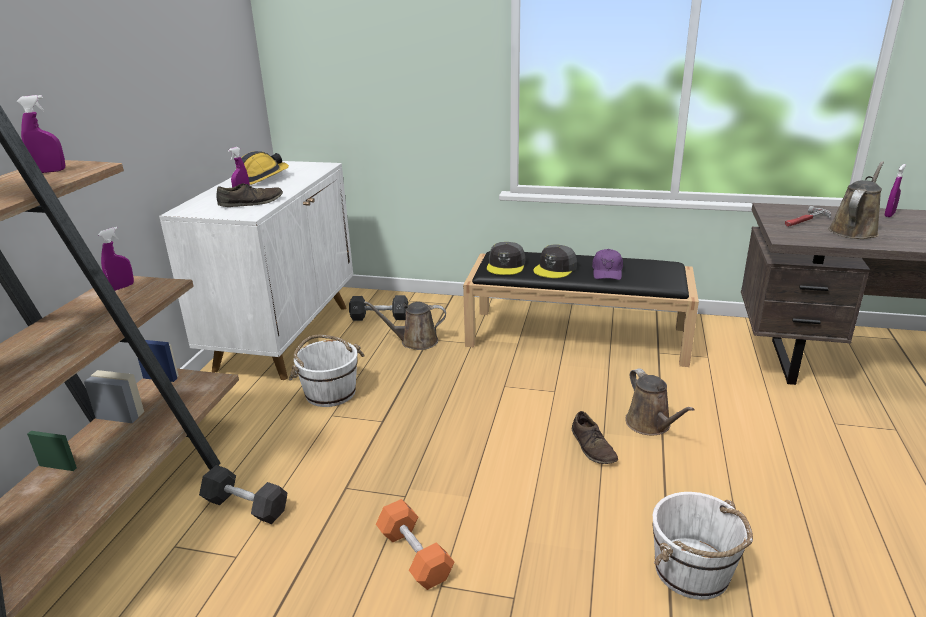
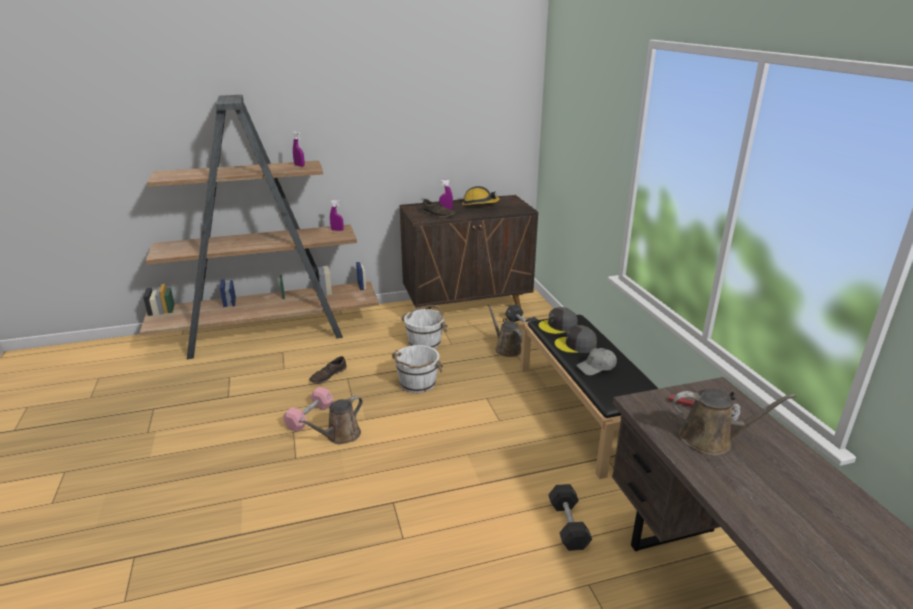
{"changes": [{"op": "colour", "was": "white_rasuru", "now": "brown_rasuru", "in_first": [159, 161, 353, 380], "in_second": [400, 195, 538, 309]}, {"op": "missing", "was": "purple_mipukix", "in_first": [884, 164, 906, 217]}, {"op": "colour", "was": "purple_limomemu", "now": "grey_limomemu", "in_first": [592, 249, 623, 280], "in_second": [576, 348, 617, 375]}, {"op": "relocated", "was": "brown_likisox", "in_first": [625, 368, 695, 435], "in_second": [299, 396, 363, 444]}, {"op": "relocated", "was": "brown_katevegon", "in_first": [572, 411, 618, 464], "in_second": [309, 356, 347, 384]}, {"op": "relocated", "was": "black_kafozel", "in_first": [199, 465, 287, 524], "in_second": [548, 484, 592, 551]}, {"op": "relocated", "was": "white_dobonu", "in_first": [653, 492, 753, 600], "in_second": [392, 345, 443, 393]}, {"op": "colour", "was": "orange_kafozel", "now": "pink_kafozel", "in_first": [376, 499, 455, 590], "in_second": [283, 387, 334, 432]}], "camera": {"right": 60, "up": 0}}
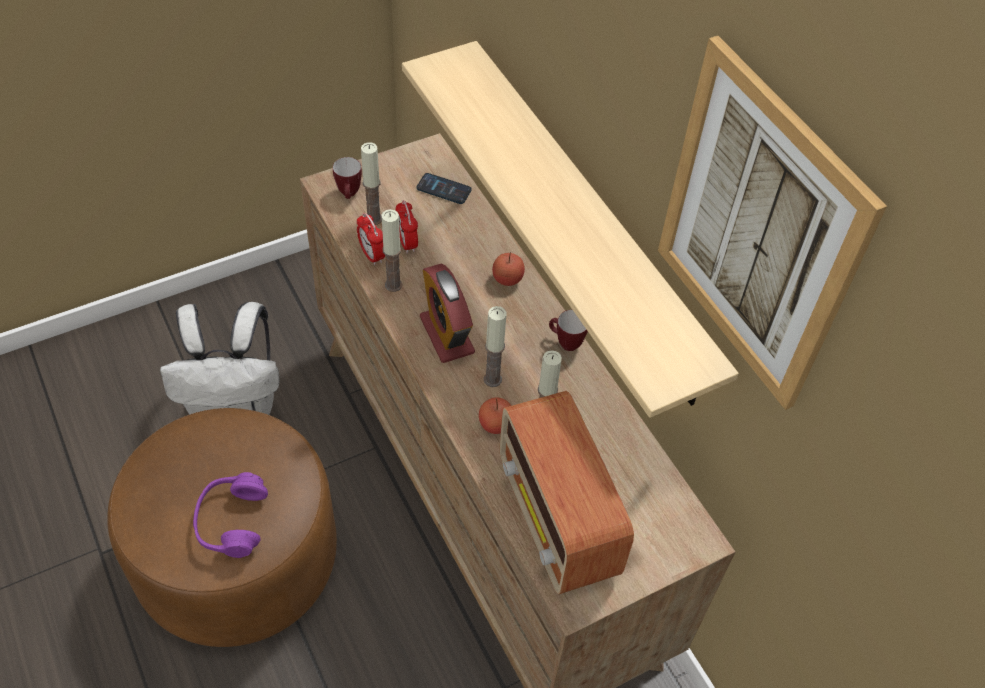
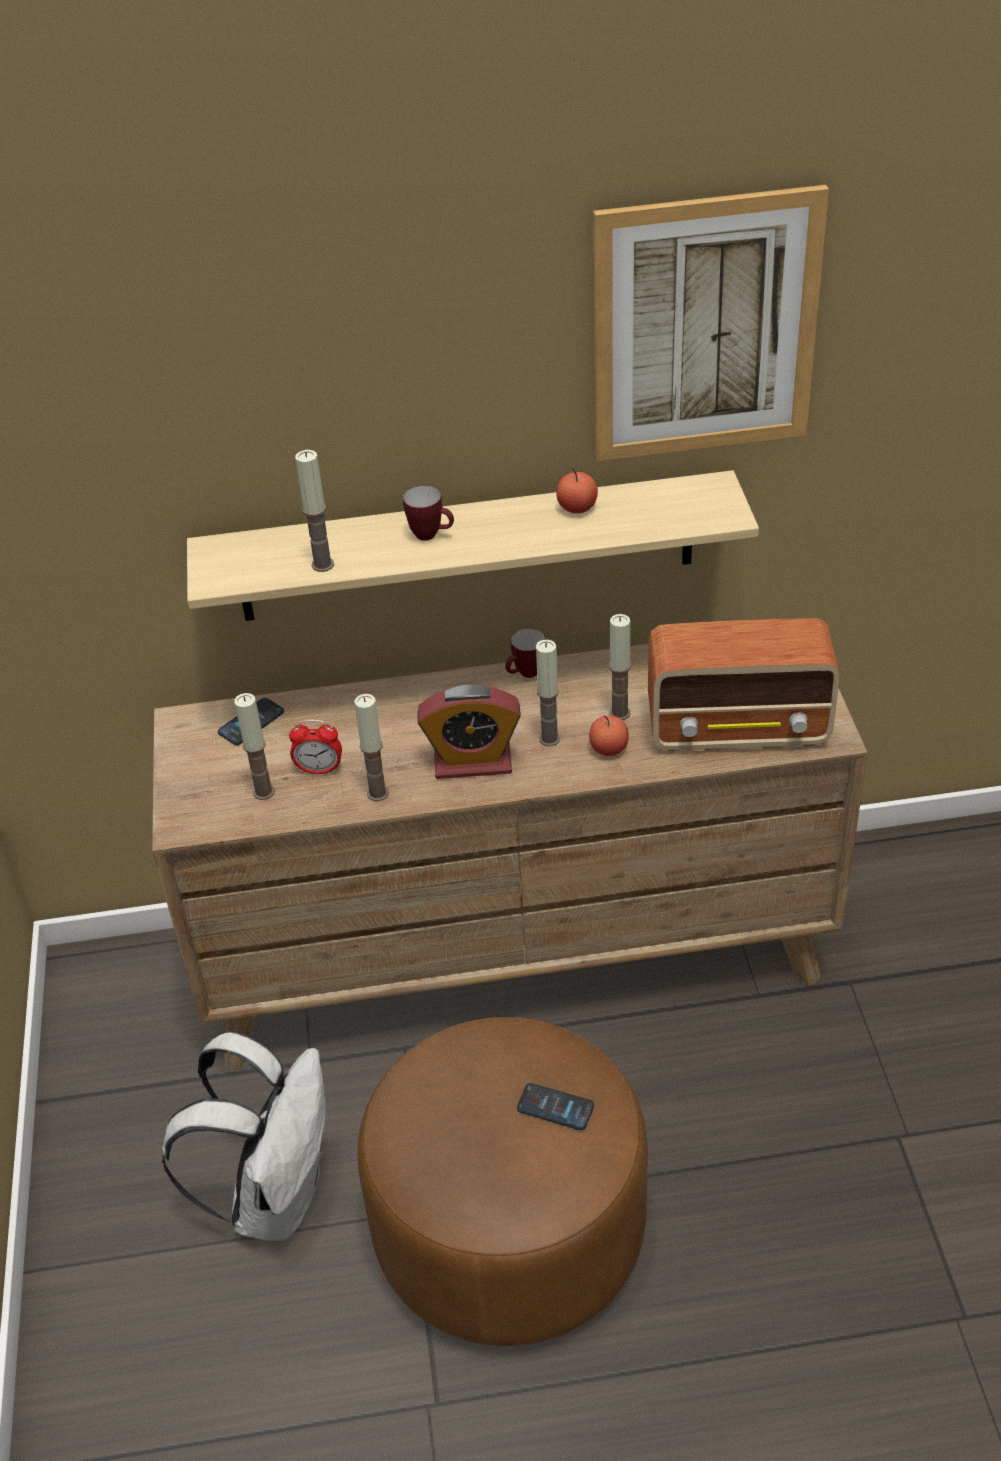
{"changes": [{"op": "relocated", "was": "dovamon", "in_first": [333, 157, 362, 199], "in_second": [403, 486, 454, 541]}, {"op": "missing", "was": "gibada", "in_first": [357, 213, 385, 266]}, {"op": "relocated", "was": "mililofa", "in_first": [492, 252, 525, 286], "in_second": [556, 468, 598, 514]}, {"op": "exchanged", "was": "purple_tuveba", "now": "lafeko", "in_first": [193, 472, 268, 558], "in_second": [517, 1083, 594, 1130]}, {"op": "appeared", "now": "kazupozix", "in_second": [295, 450, 334, 572]}], "camera": {"right": -65, "up": -10}}
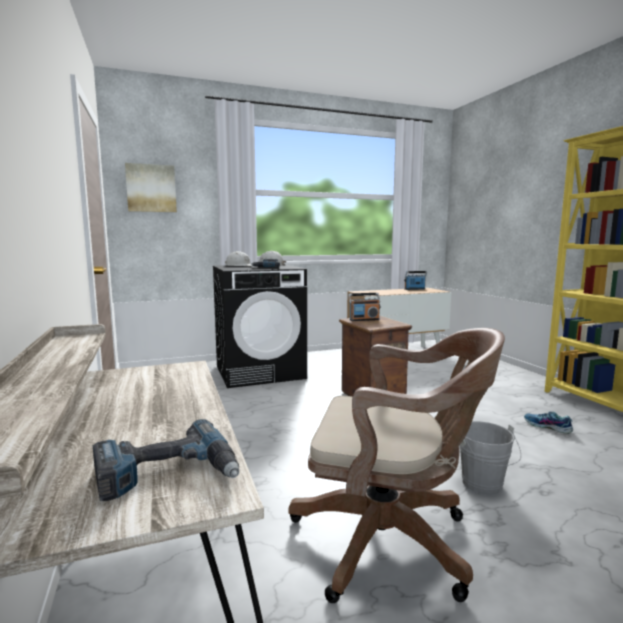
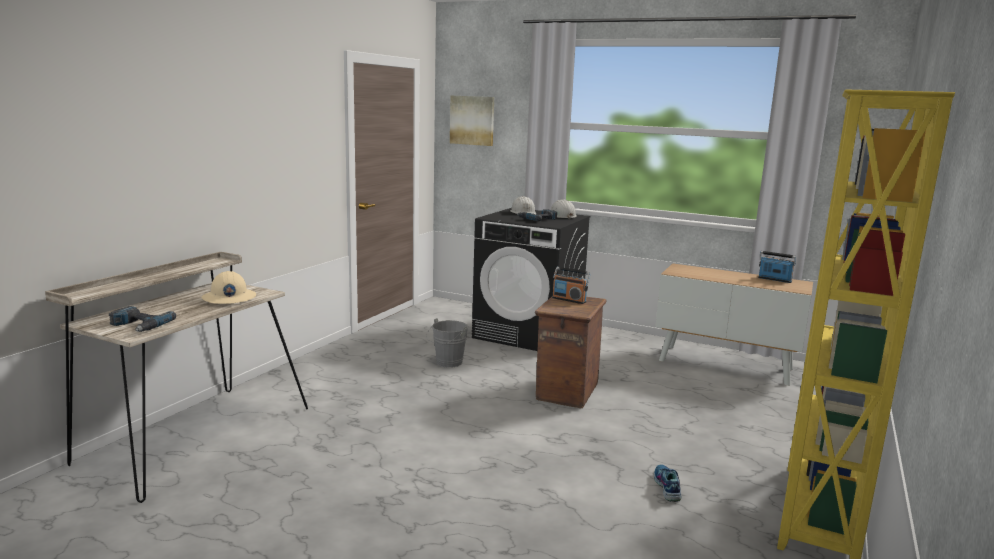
{"changes": [{"op": "missing", "was": "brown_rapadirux", "in_first": [288, 328, 505, 603]}, {"op": "relocated", "was": "grey_dobonu", "in_first": [459, 421, 521, 495], "in_second": [426, 318, 468, 368]}, {"op": "appeared", "now": "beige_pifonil", "in_second": [201, 271, 256, 304]}], "camera": {"right": 45, "up": 5}}
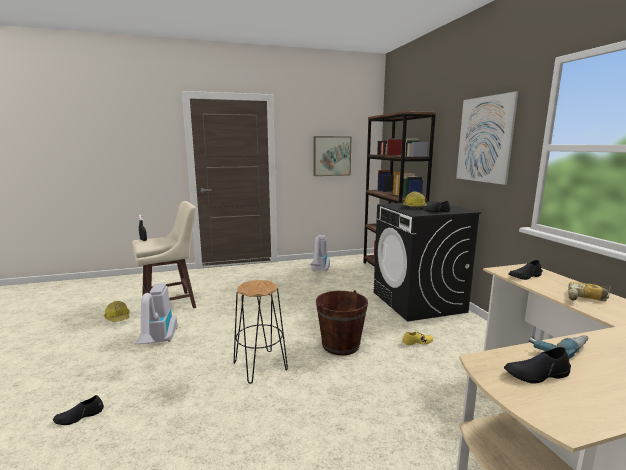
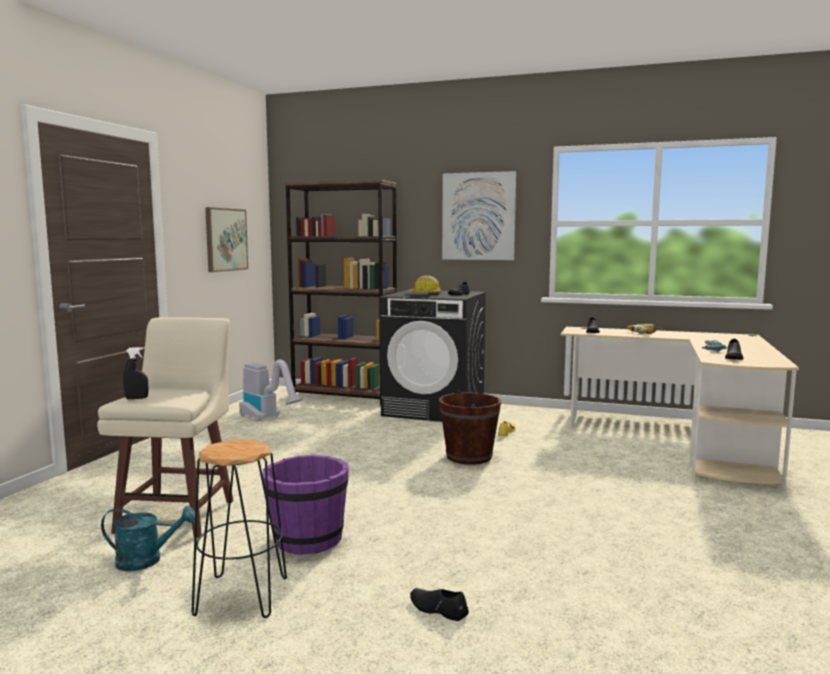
{"changes": [{"op": "relocated", "was": "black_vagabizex", "in_first": [233, 280, 288, 384], "in_second": [192, 439, 287, 618]}, {"op": "exchanged", "was": "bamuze", "now": "purple_dobonu", "in_first": [134, 283, 177, 344], "in_second": [262, 455, 349, 555]}, {"op": "exchanged", "was": "pifonil", "now": "turquoise_likisox", "in_first": [104, 301, 130, 322], "in_second": [101, 506, 195, 571]}, {"op": "spun", "was": "black_katevegon", "in_first": [53, 395, 104, 425], "in_second": [410, 588, 469, 621], "clockwise": 120}], "camera": {"right": -55, "up": -5}}
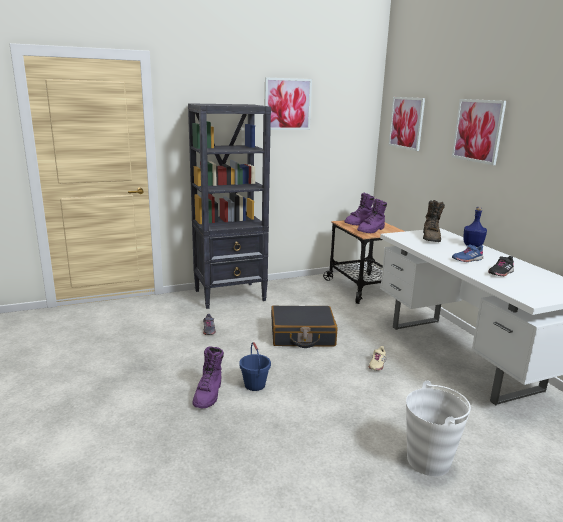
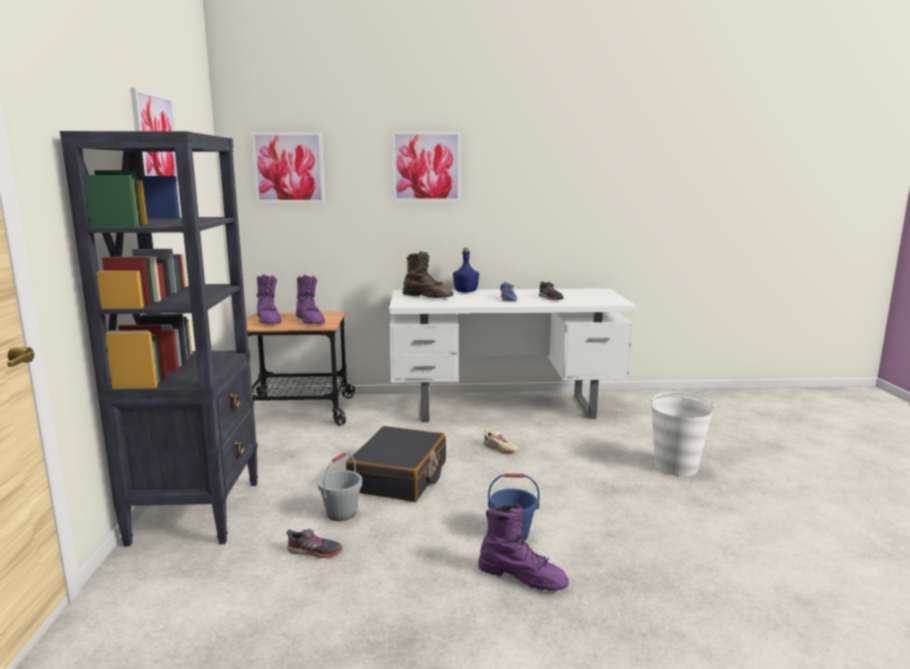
{"changes": [{"op": "appeared", "now": "grey_dobonu", "in_second": [318, 452, 362, 521]}], "camera": {"right": -70, "up": -5}}
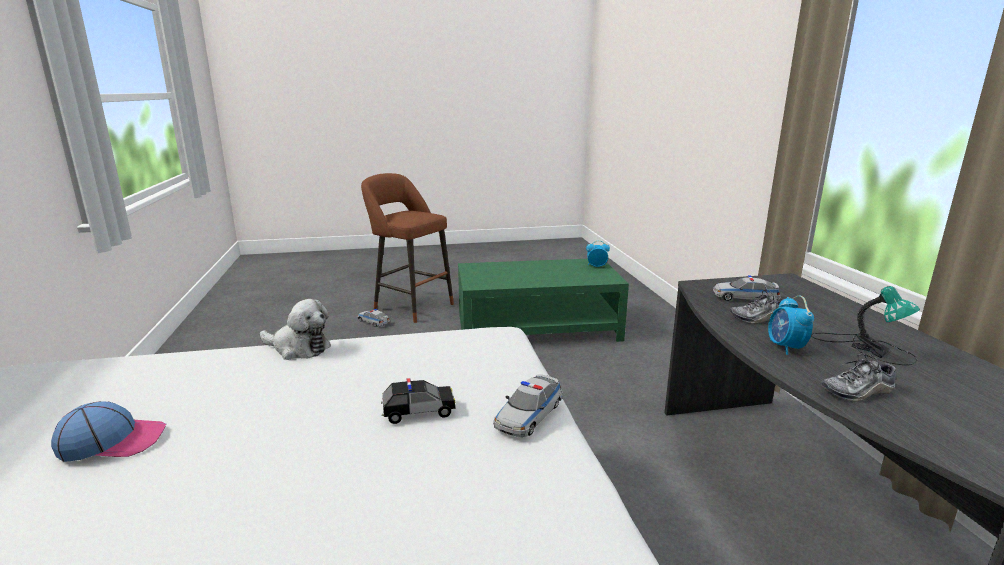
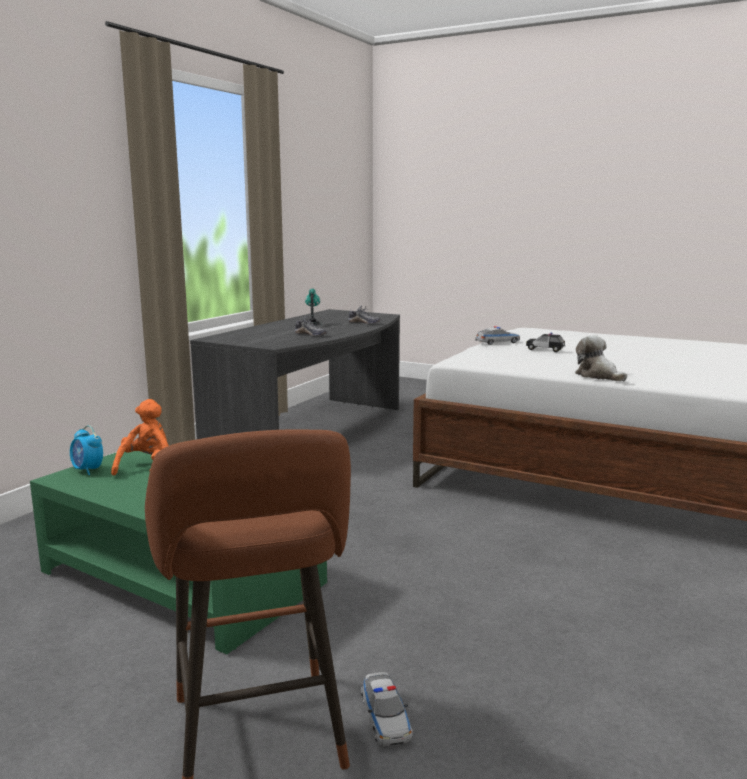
{"changes": [{"op": "missing", "was": "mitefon", "in_first": [713, 275, 781, 301]}, {"op": "missing", "was": "gibada", "in_first": [768, 296, 814, 355]}, {"op": "missing", "was": "limomemu", "in_first": [51, 401, 166, 462]}, {"op": "appeared", "now": "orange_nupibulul", "in_second": [111, 399, 169, 476]}], "camera": {"right": -140, "up": -5}}
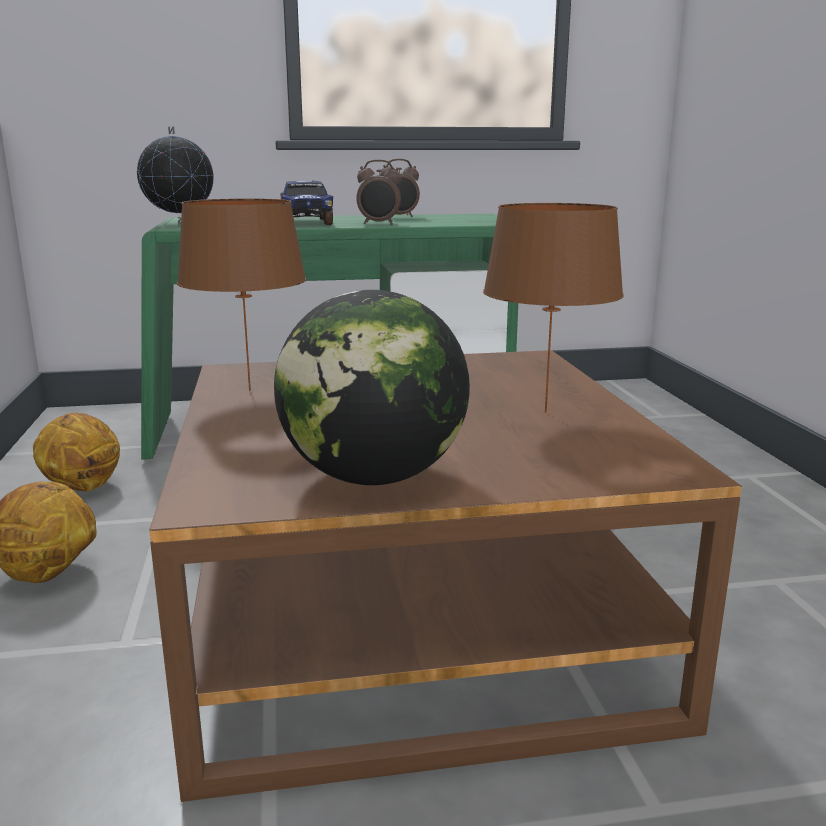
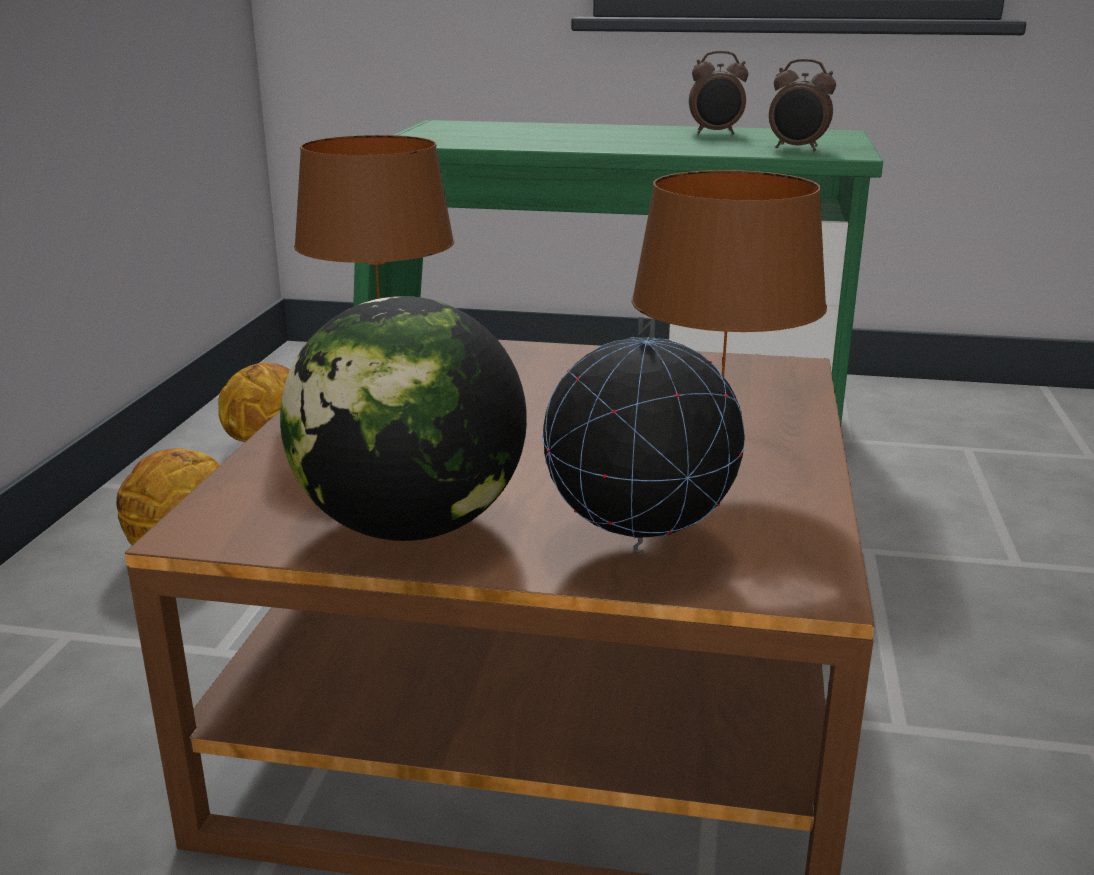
{"changes": [{"op": "relocated", "was": "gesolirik", "in_first": [137, 126, 214, 224], "in_second": [542, 315, 745, 554]}, {"op": "relocated", "was": "gibada", "in_first": [356, 160, 401, 225], "in_second": [769, 59, 836, 151]}, {"op": "missing", "was": "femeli", "in_first": [280, 180, 333, 225]}], "camera": {"right": 20, "up": 5}}
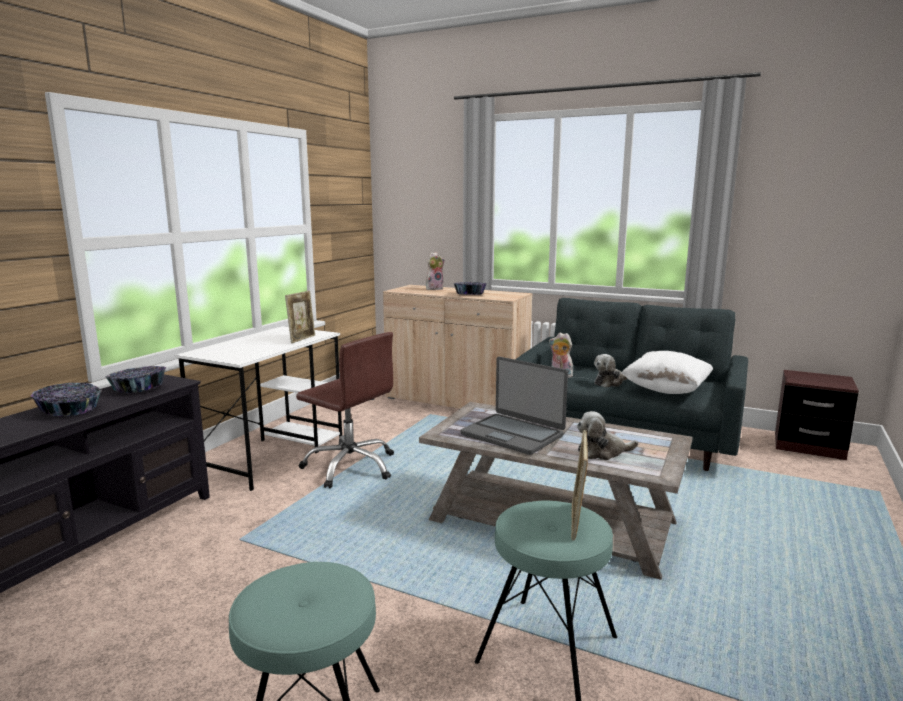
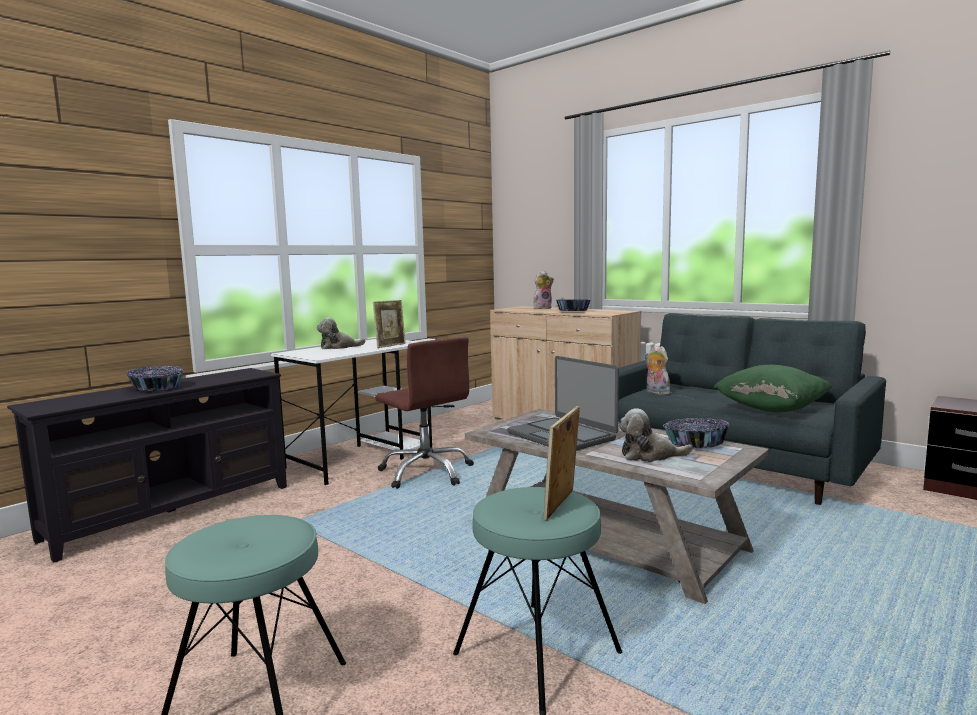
{"changes": [{"op": "colour", "was": "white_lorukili", "now": "green_lorukili", "in_first": [621, 351, 713, 394], "in_second": [714, 365, 832, 412]}, {"op": "relocated", "was": "nupibulul", "in_first": [594, 354, 627, 387], "in_second": [317, 317, 365, 349]}, {"op": "relocated", "was": "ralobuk", "in_first": [105, 366, 166, 393], "in_second": [663, 418, 729, 448]}], "camera": {"right": 15, "up": -5}}
